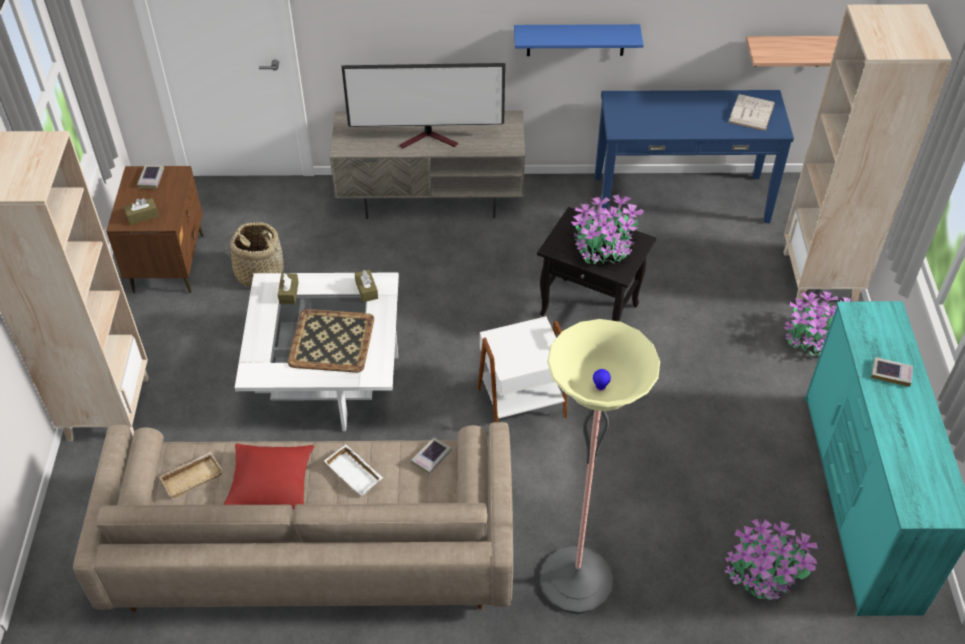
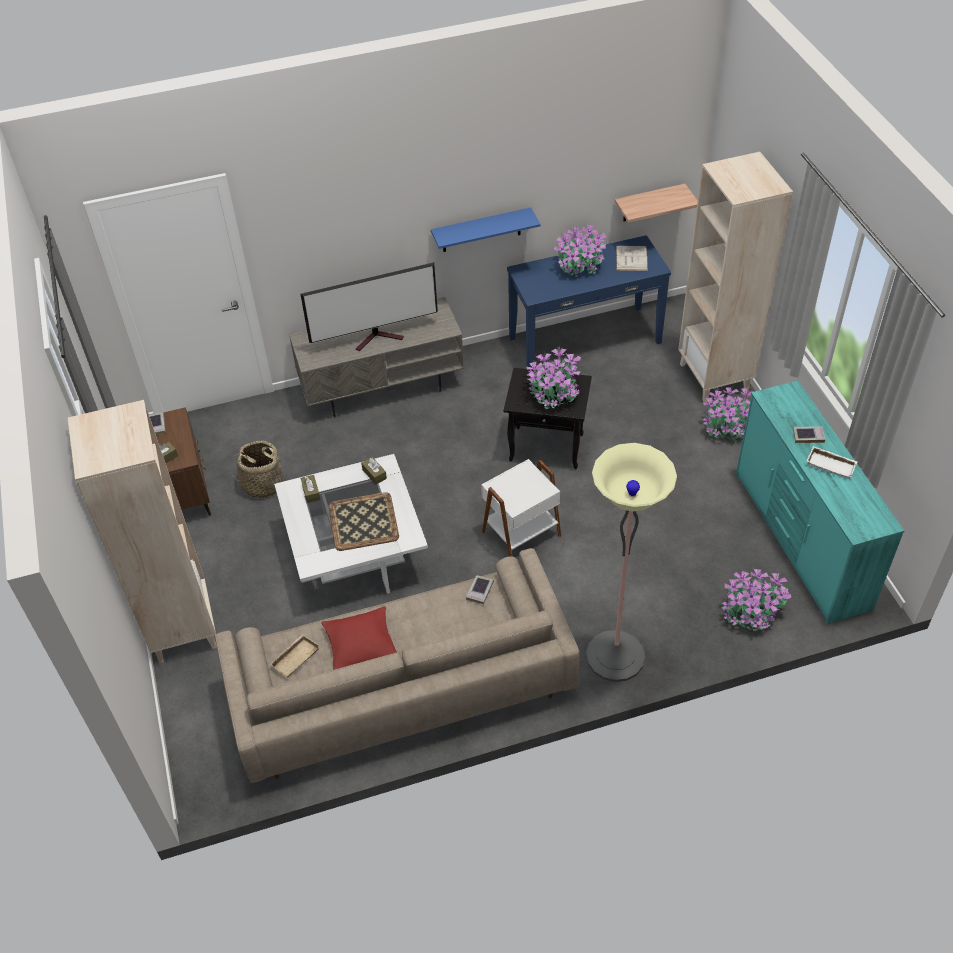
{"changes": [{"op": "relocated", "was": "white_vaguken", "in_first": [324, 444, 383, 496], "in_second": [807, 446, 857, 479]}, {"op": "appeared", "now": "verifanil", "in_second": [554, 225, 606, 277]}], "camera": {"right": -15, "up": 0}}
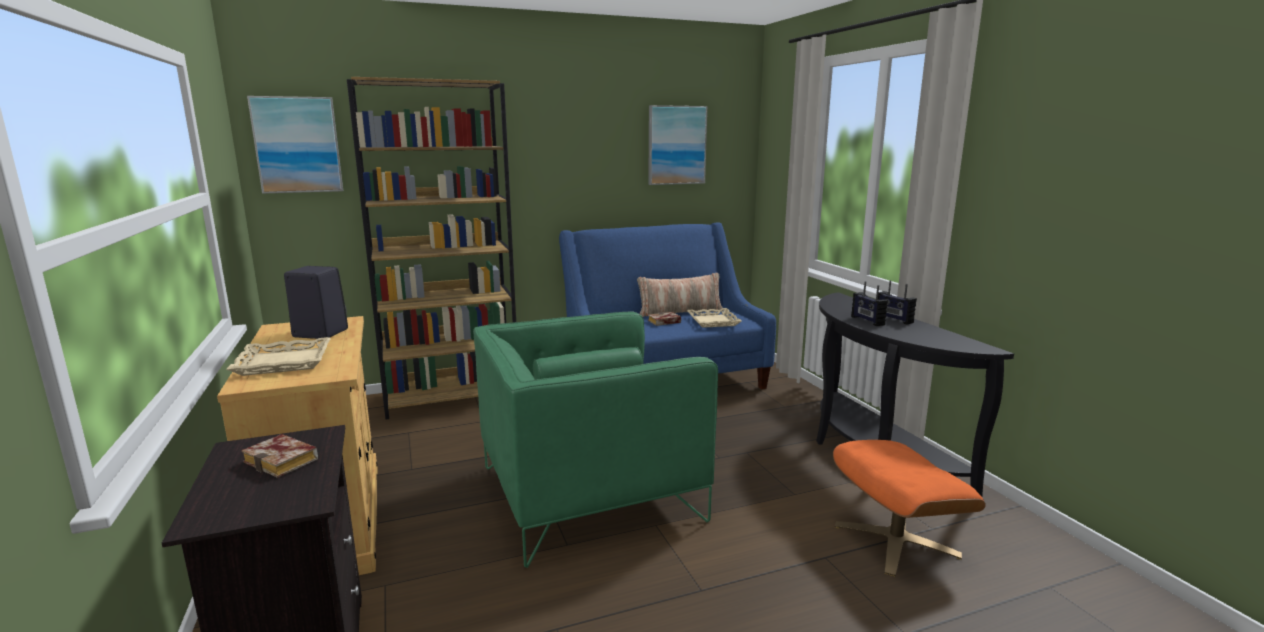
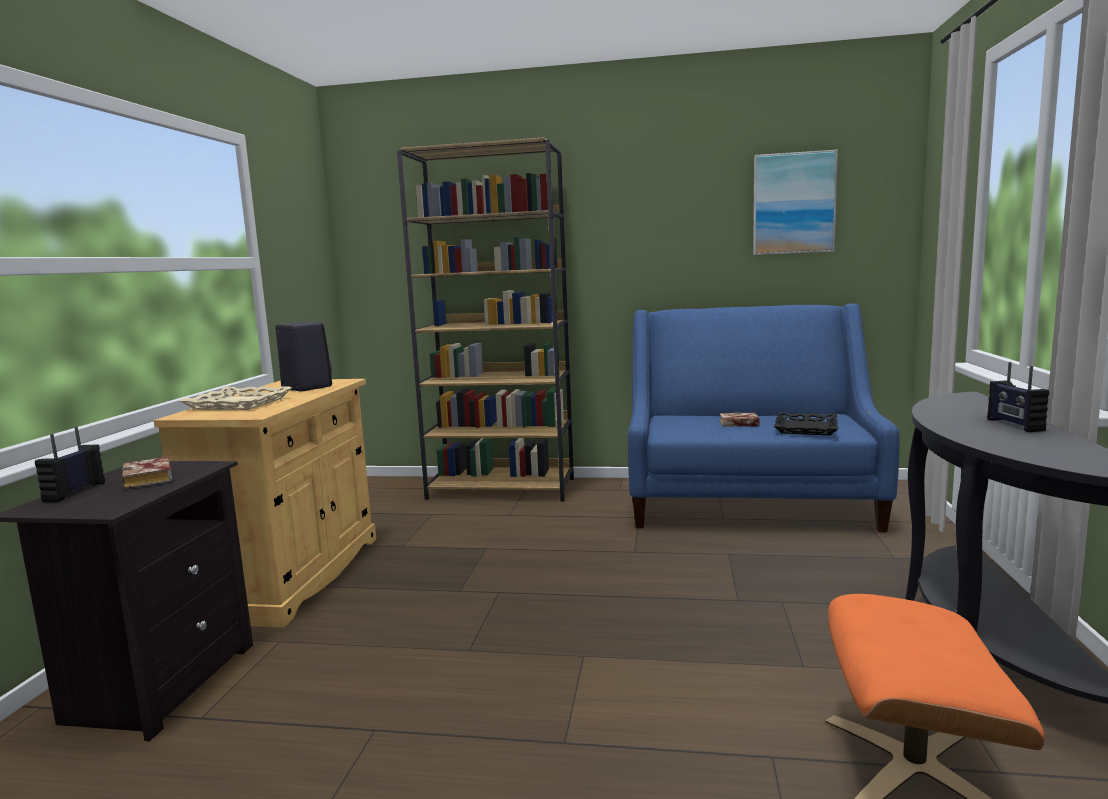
{"changes": [{"op": "missing", "was": "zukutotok", "in_first": [247, 96, 343, 194]}, {"op": "missing", "was": "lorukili", "in_first": [637, 273, 724, 317]}, {"op": "relocated", "was": "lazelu", "in_first": [851, 281, 888, 326], "in_second": [35, 427, 105, 502]}, {"op": "colour", "was": "beige_vaguken", "now": "black_vaguken", "in_first": [687, 308, 742, 328], "in_second": [774, 412, 839, 435]}, {"op": "missing", "was": "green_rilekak", "in_first": [473, 311, 718, 568]}], "camera": {"right": 30, "up": -5}}
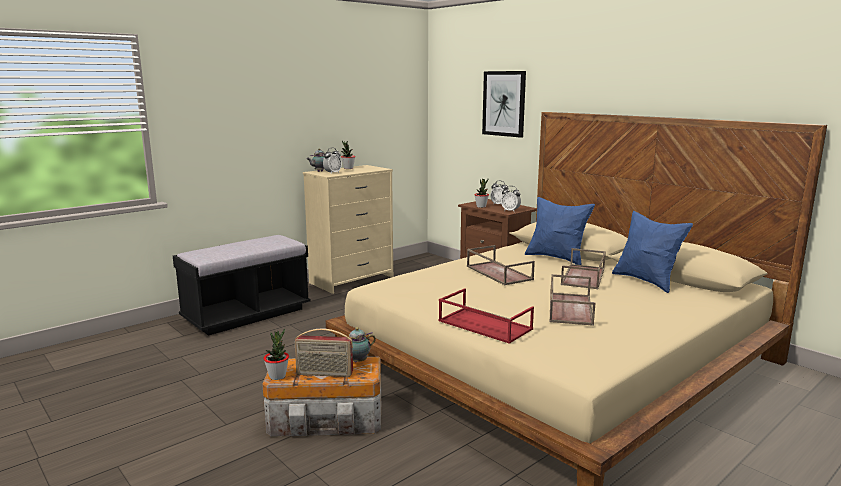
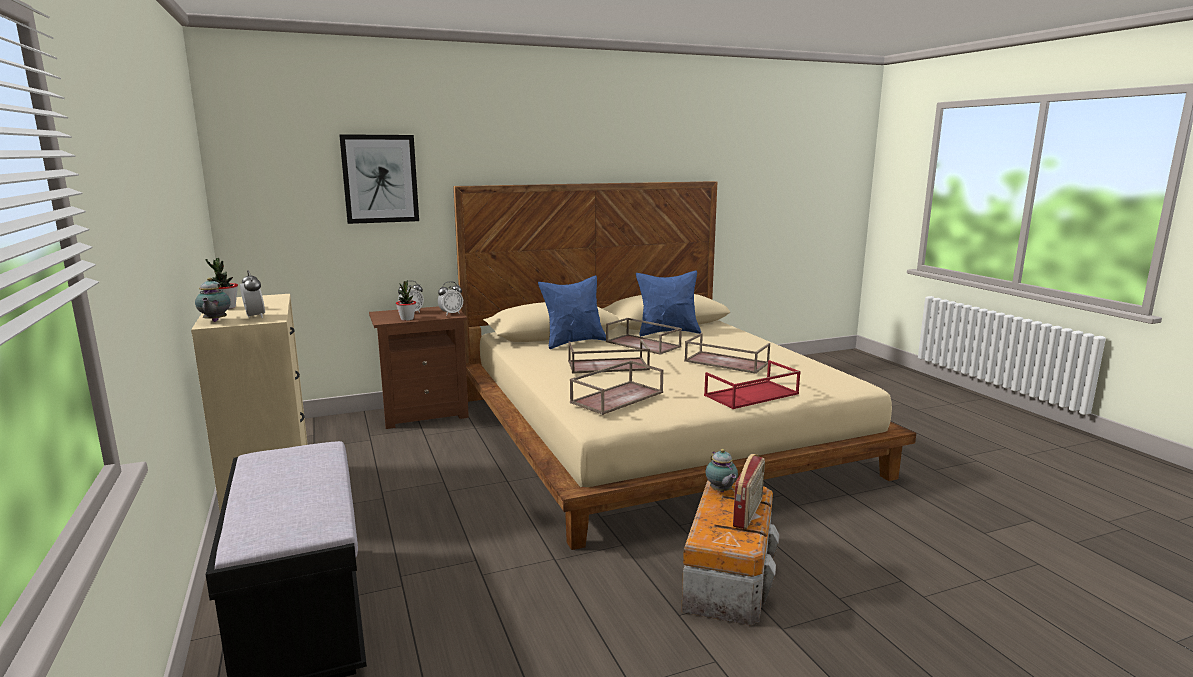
{"changes": [{"op": "missing", "was": "verifanil", "in_first": [264, 329, 289, 380]}, {"op": "appeared", "now": "brown_vaguken", "in_second": [570, 360, 663, 415]}], "camera": {"right": -70, "up": 0}}
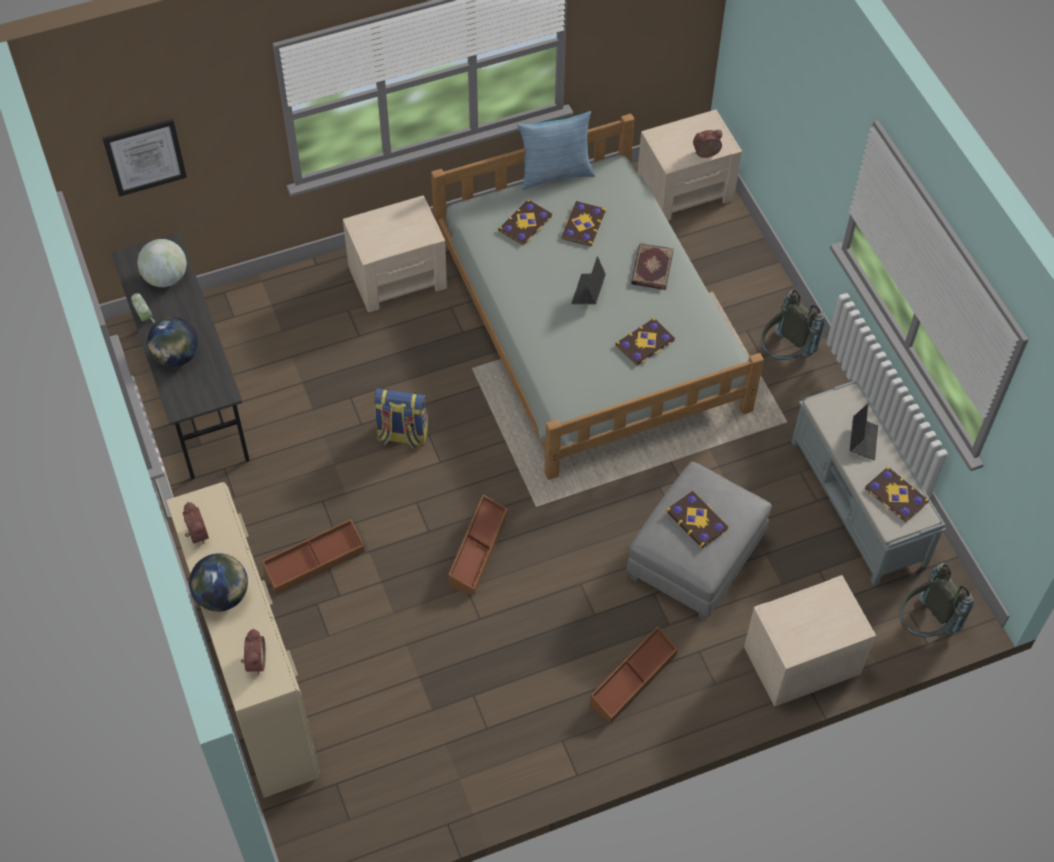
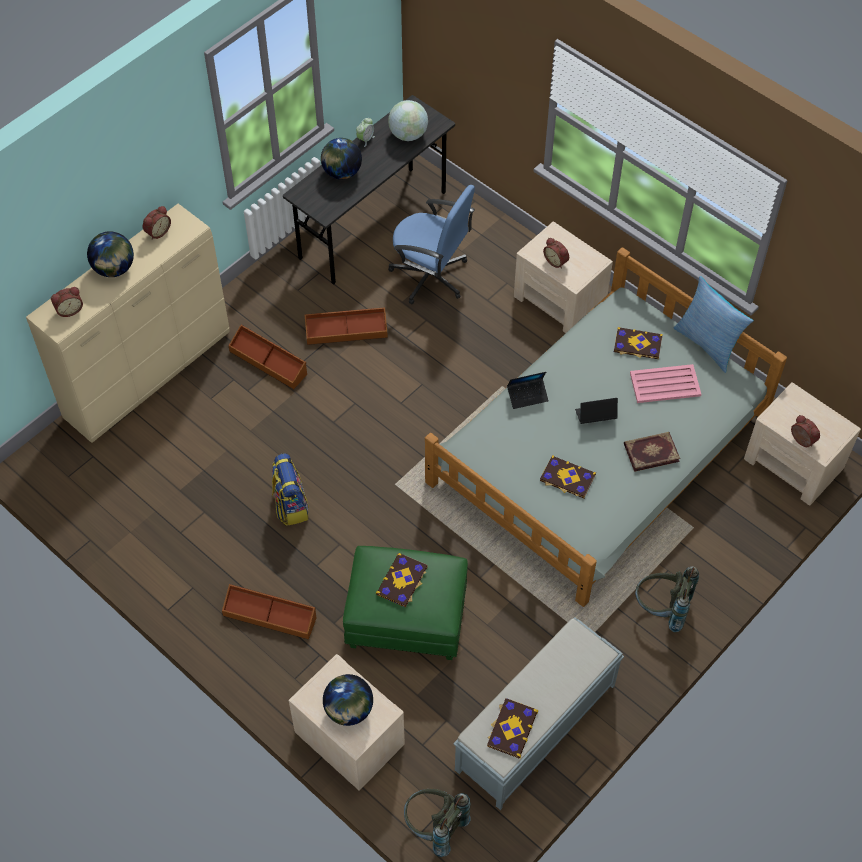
{"changes": [{"op": "missing", "was": "zukutotok", "in_first": [102, 119, 187, 197]}, {"op": "exchanged", "was": "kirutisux", "now": "pink_vaguken", "in_first": [562, 201, 606, 246], "in_second": [630, 364, 701, 403]}, {"op": "relocated", "was": "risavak", "in_first": [374, 388, 428, 449], "in_second": [272, 453, 309, 526]}, {"op": "relocated", "was": "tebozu", "in_first": [850, 403, 878, 460], "in_second": [507, 372, 549, 409]}, {"op": "colour", "was": "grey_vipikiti", "now": "green_vipikiti", "in_first": [626, 461, 772, 620], "in_second": [343, 546, 468, 660]}, {"op": "relocated", "was": "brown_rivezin", "in_first": [448, 494, 508, 595], "in_second": [304, 307, 388, 345]}, {"op": "appeared", "now": "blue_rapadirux", "in_second": [388, 185, 475, 305]}, {"op": "appeared", "now": "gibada", "in_second": [543, 238, 569, 269]}, {"op": "appeared", "now": "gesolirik", "in_second": [323, 674, 373, 726]}], "camera": {"right": 65, "up": 0}}
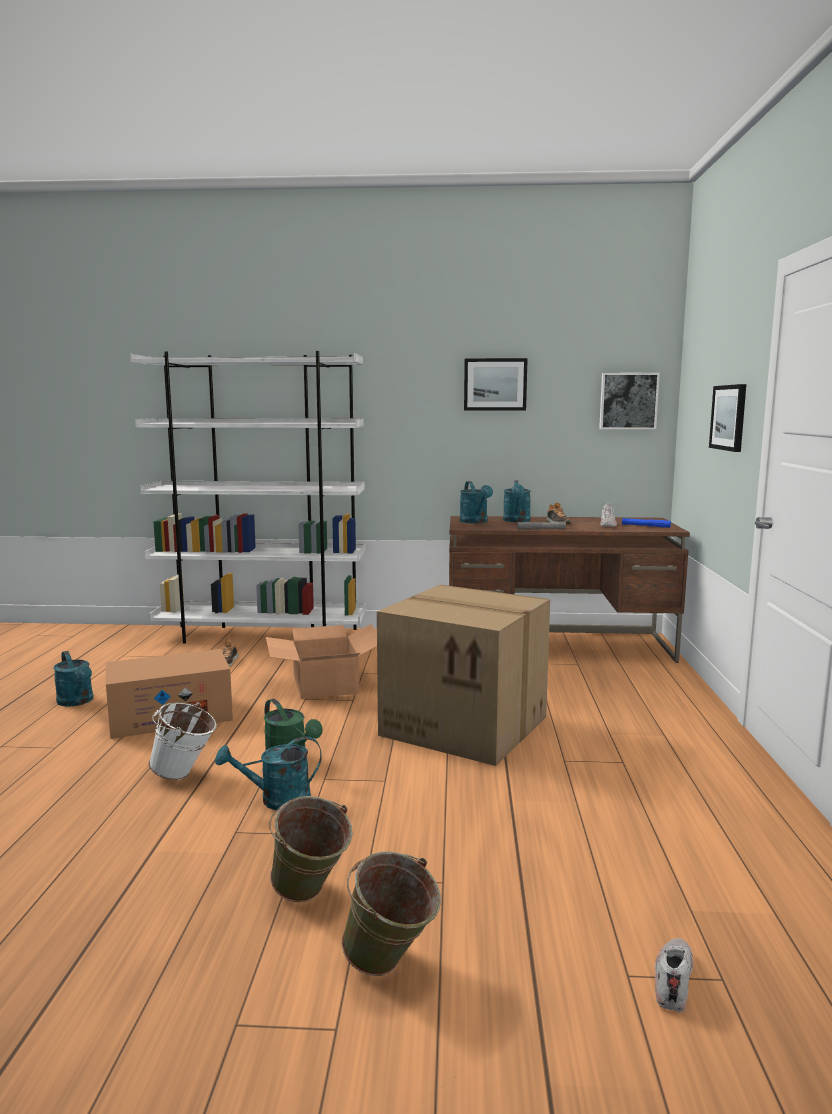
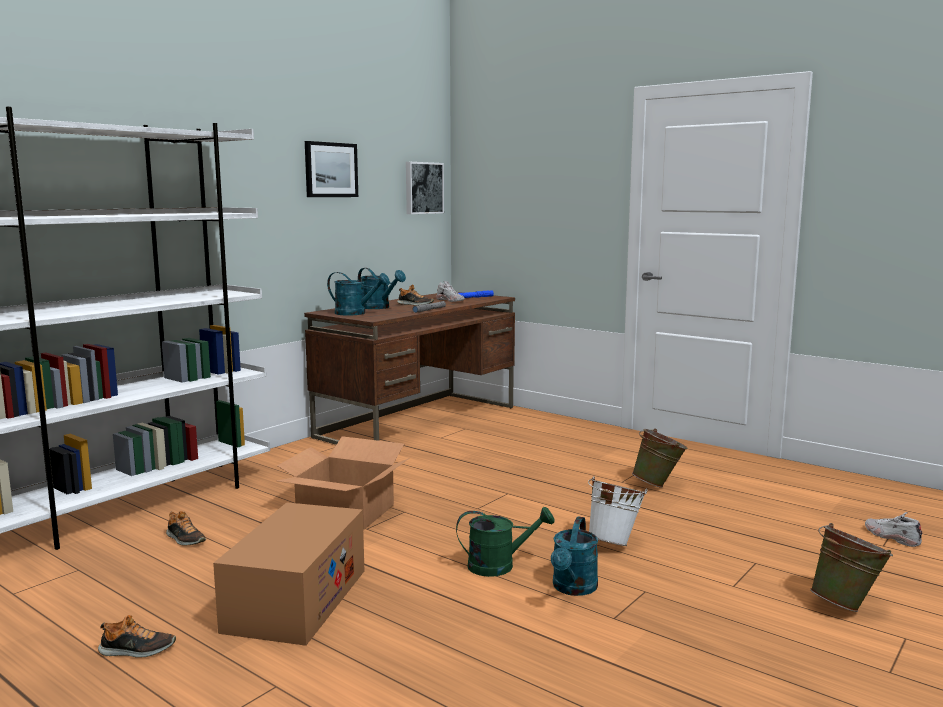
{"changes": [{"op": "missing", "was": "zukutotok", "in_first": [709, 384, 746, 452]}, {"op": "missing", "was": "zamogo", "in_first": [377, 585, 550, 766]}, {"op": "exchanged", "was": "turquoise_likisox", "now": "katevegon", "in_first": [53, 651, 93, 707], "in_second": [98, 615, 176, 658]}, {"op": "relocated", "was": "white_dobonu", "in_first": [149, 702, 217, 780], "in_second": [588, 476, 648, 546]}, {"op": "relocated", "was": "green_dobonu", "in_first": [269, 796, 353, 902], "in_second": [632, 428, 688, 488]}], "camera": {"right": -55, "up": 0}}
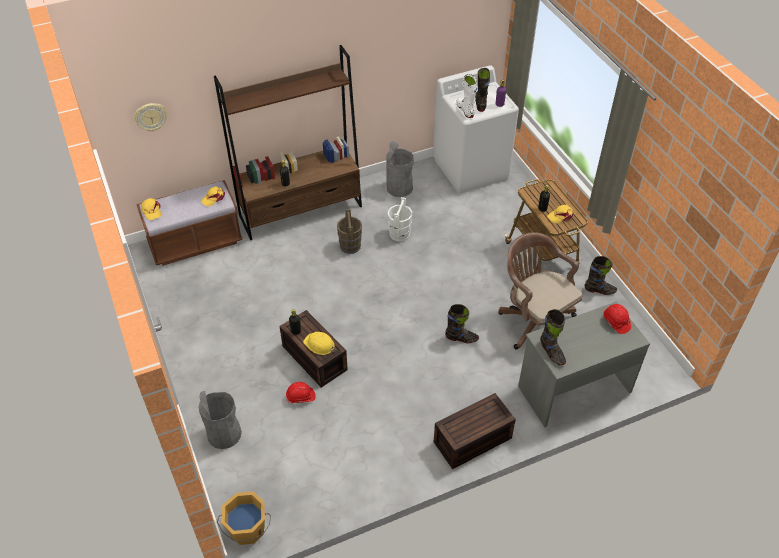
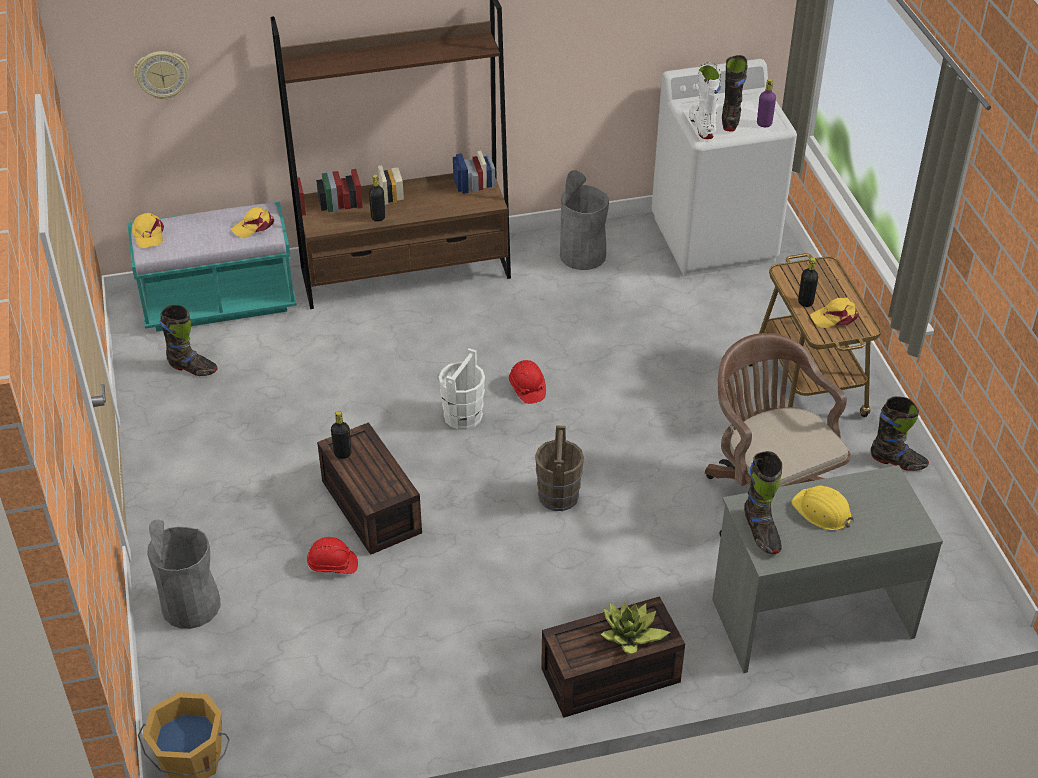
{"changes": [{"op": "colour", "was": "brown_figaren", "now": "turquoise_figaren", "in_first": [136, 180, 243, 266], "in_second": [127, 201, 297, 332]}, {"op": "relocated", "was": "white_dobonu", "in_first": [388, 197, 412, 242], "in_second": [439, 348, 485, 430]}, {"op": "relocated", "was": "brown_dobonu", "in_first": [337, 209, 362, 254], "in_second": [535, 426, 584, 511]}, {"op": "relocated", "was": "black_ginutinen", "in_first": [445, 304, 479, 343], "in_second": [160, 305, 218, 376]}, {"op": "relocated", "was": "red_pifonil", "in_first": [603, 304, 631, 334], "in_second": [509, 360, 546, 404]}, {"op": "relocated", "was": "yellow_pifonil", "in_first": [303, 332, 335, 355], "in_second": [791, 486, 854, 530]}, {"op": "appeared", "now": "verifanil", "in_second": [601, 602, 670, 654]}], "camera": {"right": 10, "up": -5}}
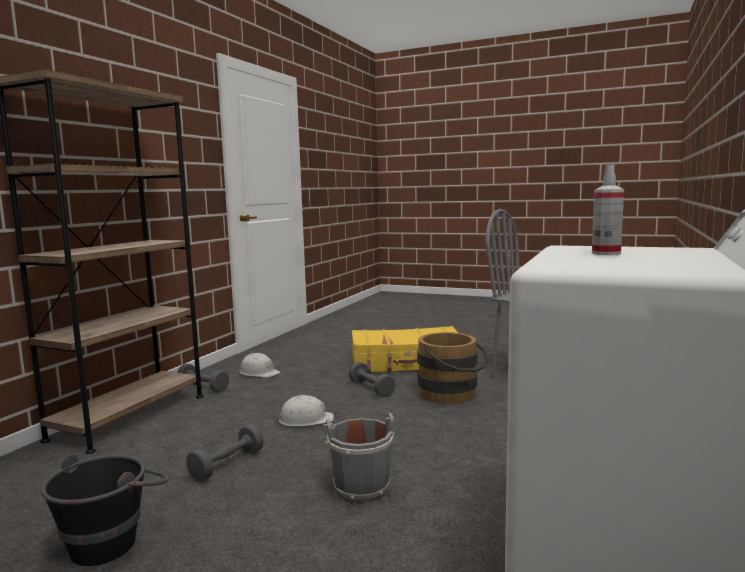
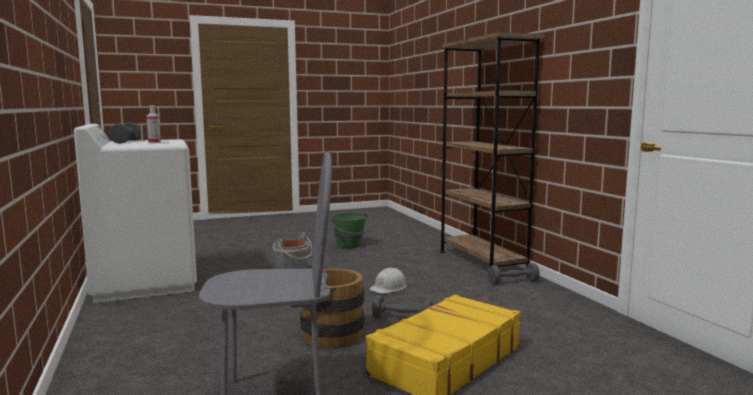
{"changes": [{"op": "missing", "was": "white_pifonil", "in_first": [239, 353, 280, 377]}, {"op": "relocated", "was": "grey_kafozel", "in_first": [186, 424, 263, 482], "in_second": [109, 122, 141, 144]}, {"op": "colour", "was": "black_dobonu", "now": "green_dobonu", "in_first": [41, 455, 169, 566], "in_second": [331, 212, 372, 248]}], "camera": {"right": 135, "up": 0}}
